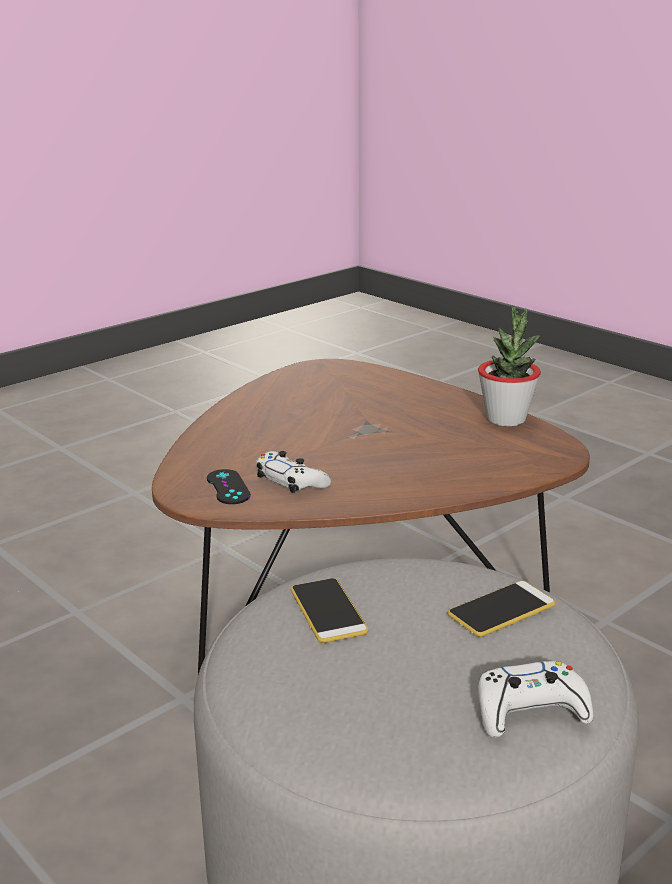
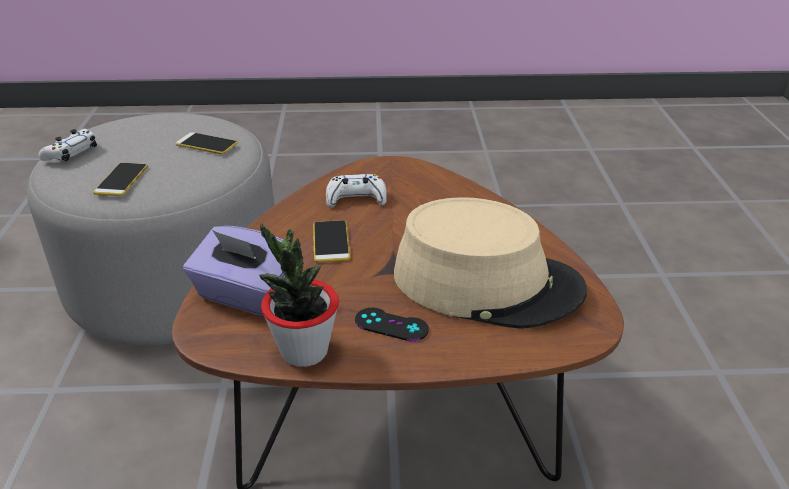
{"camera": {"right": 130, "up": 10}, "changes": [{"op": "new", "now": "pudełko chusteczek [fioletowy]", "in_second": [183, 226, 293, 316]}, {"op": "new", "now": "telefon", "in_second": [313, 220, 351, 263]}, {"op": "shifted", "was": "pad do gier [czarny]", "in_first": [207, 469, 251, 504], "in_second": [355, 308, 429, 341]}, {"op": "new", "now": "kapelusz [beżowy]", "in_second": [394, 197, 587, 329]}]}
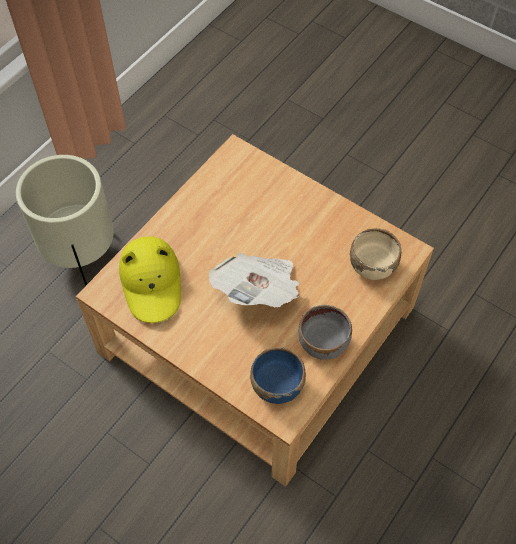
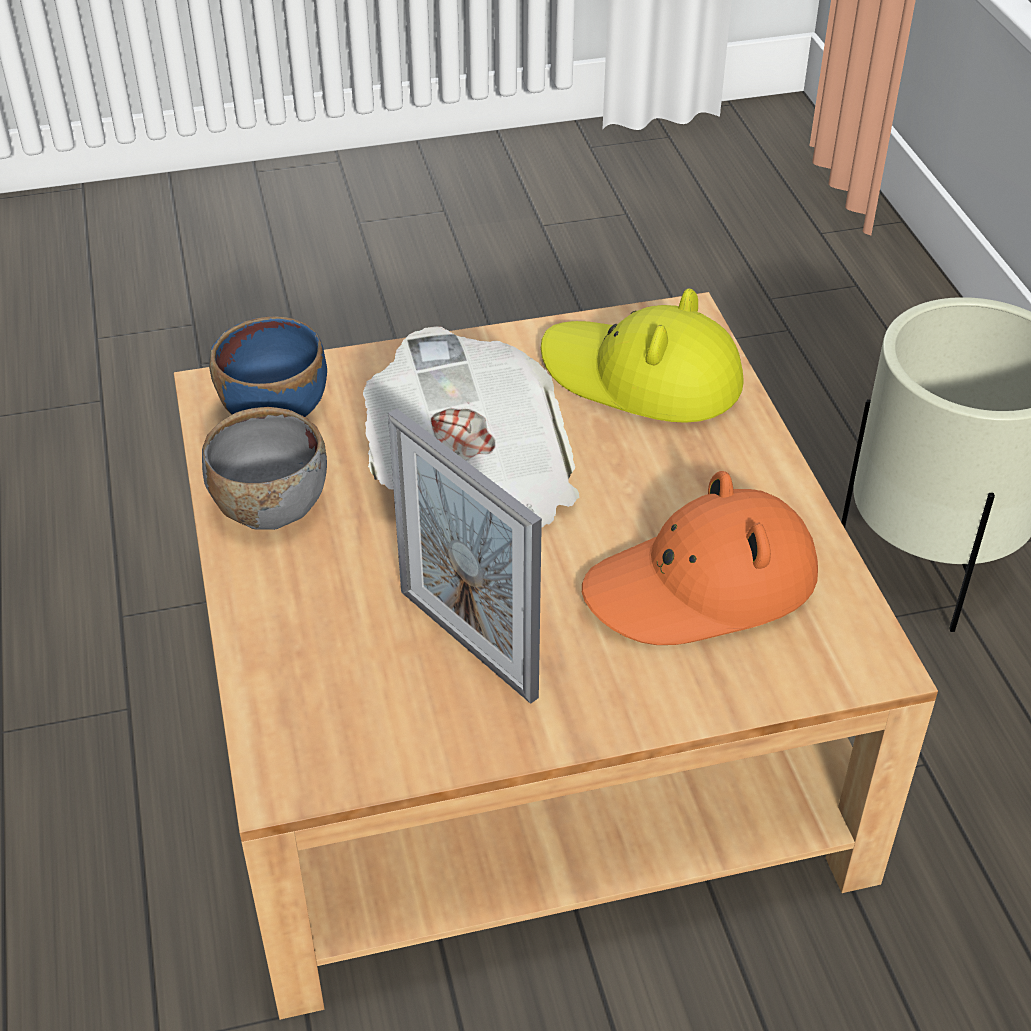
{"camera": {"right": 130, "up": -15}, "changes": [{"op": "new", "now": "ramka na zdjęcie", "in_second": [388, 408, 542, 704]}, {"op": "new", "now": "kapelusz [pomarańczowy]", "in_second": [582, 471, 818, 645]}, {"op": "gone", "was": "miska [beżowy]", "in_first": [350, 228, 401, 280]}]}
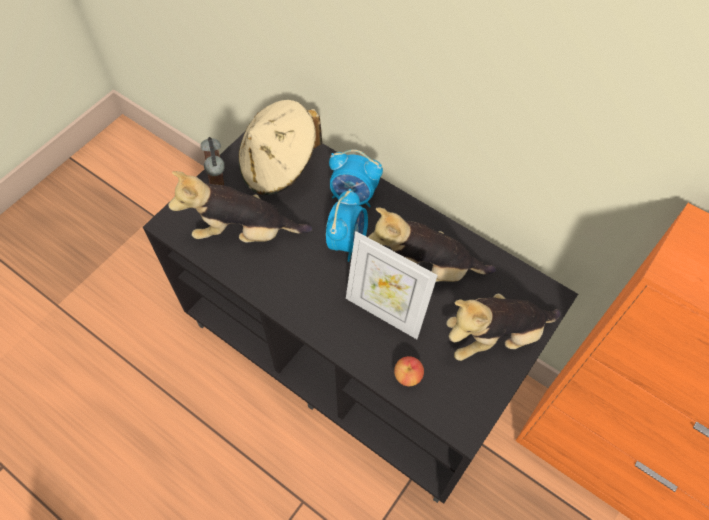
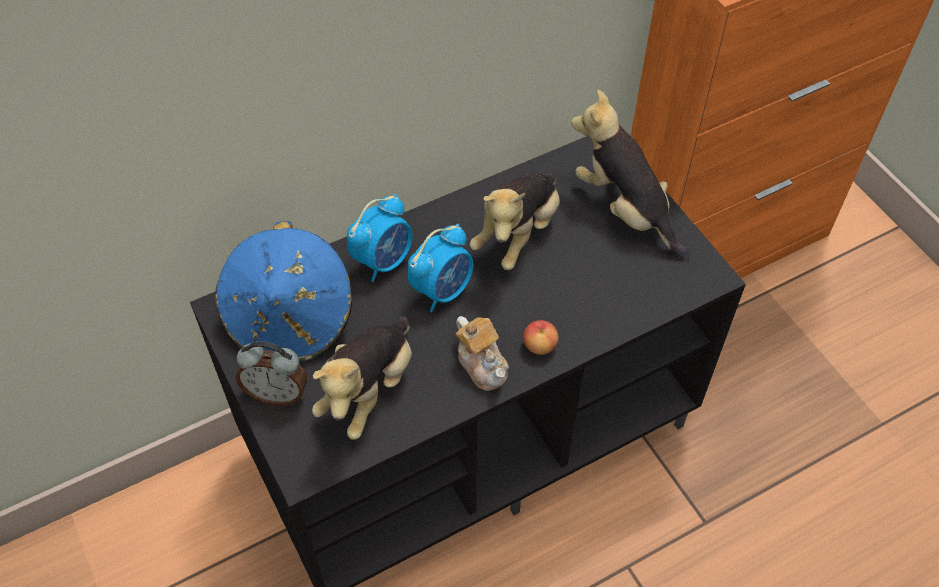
{"camera": {"right": -65, "up": -5}, "changes": [{"op": "repainted", "was": "kapelusz [beżowy]", "now": "kapelusz [niebieski]", "in_first": [239, 100, 322, 195], "in_second": [215, 222, 352, 362]}, {"op": "rotated", "was": "budzik", "in_first": [326, 189, 368, 262], "in_second": [408, 224, 473, 312], "clockwise": 90}, {"op": "new", "now": "imbryk", "in_second": [456, 316, 509, 391]}, {"op": "shifted", "was": "jabłko", "in_first": [394, 356, 424, 386], "in_second": [523, 320, 558, 355]}, {"op": "rotated", "was": "pluszak", "in_first": [446, 294, 560, 361], "in_second": [571, 90, 689, 259], "clockwise": 135}, {"op": "gone", "was": "ramka na zdjęcie", "in_first": [346, 231, 438, 339]}]}
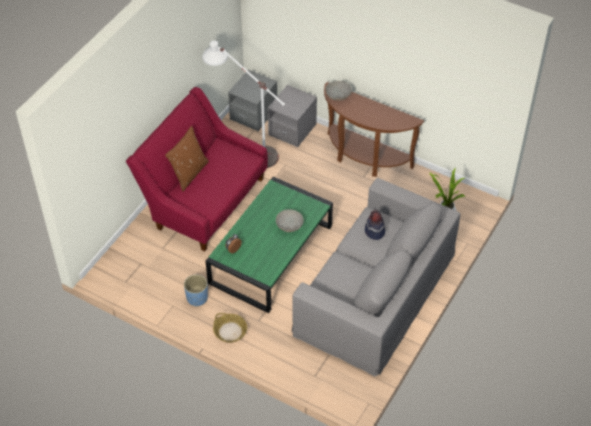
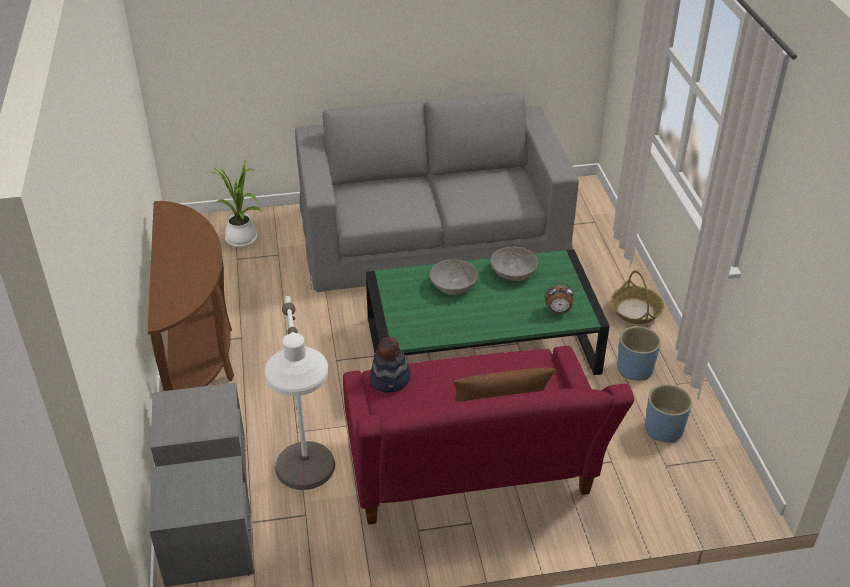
{"camera": {"right": -130, "up": -10}, "changes": [{"op": "shifted", "was": "kapelusz", "in_first": [365, 210, 385, 240], "in_second": [370, 336, 411, 392]}, {"op": "shifted", "was": "miska [szary]", "in_first": [325, 81, 352, 101], "in_second": [491, 246, 538, 281]}, {"op": "new", "now": "donica [niebieski]", "in_second": [645, 384, 692, 443]}]}
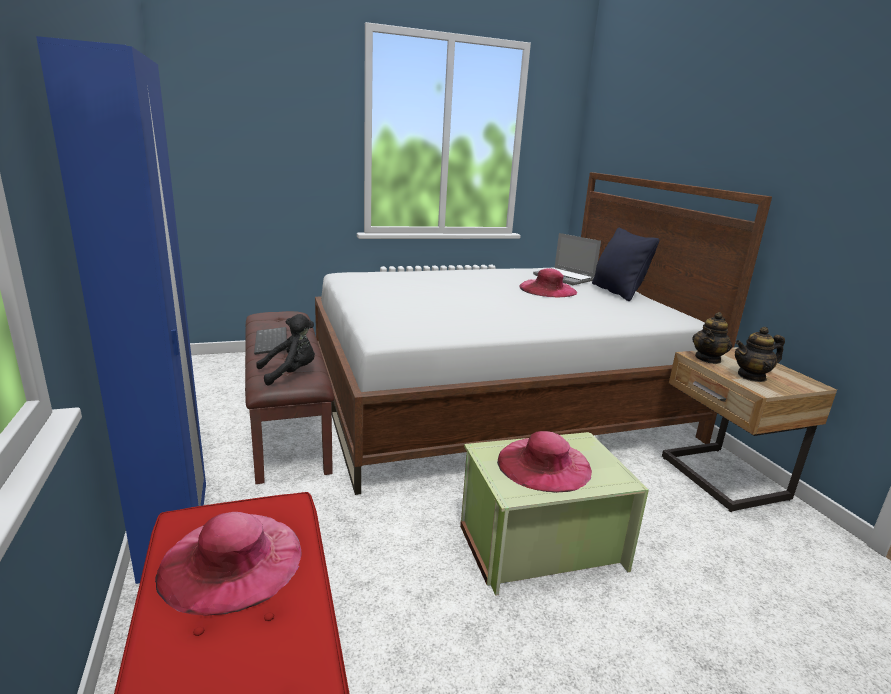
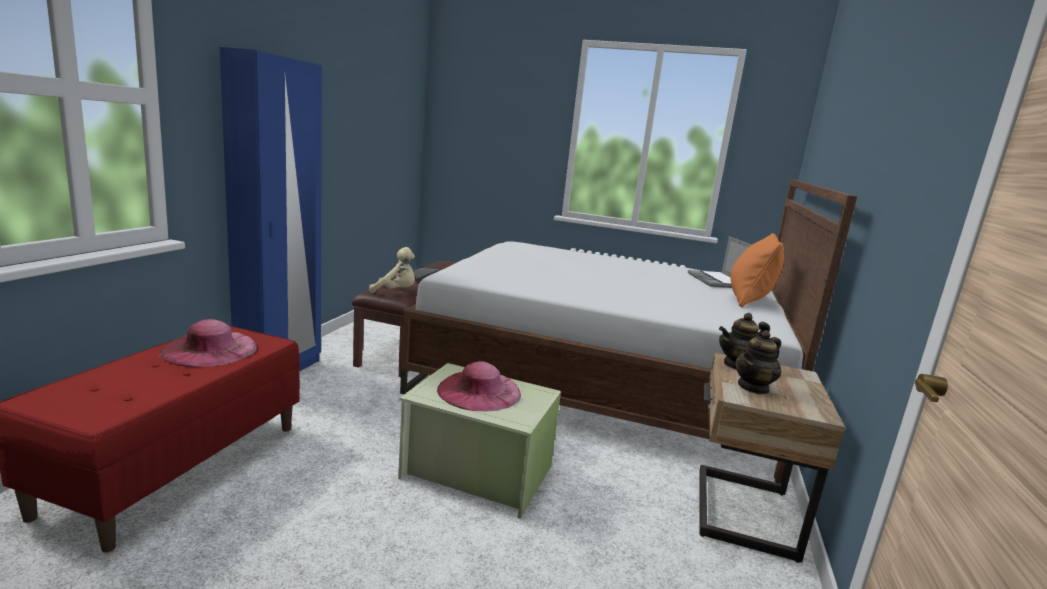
{"camera": {"right": 35, "up": -5}, "changes": [{"op": "repainted", "was": "pluszak [czarny]", "now": "pluszak [beżowy]", "in_first": [256, 314, 315, 386], "in_second": [369, 247, 415, 293]}, {"op": "repainted", "was": "poduszka [czarny]", "now": "poduszka [pomarańczowy]", "in_first": [592, 228, 659, 301], "in_second": [730, 233, 784, 307]}, {"op": "rotated", "was": "imbryk", "in_first": [735, 327, 785, 382], "in_second": [736, 330, 781, 394], "clockwise": -60}, {"op": "gone", "was": "kapelusz [różowy]", "in_first": [519, 268, 577, 297]}]}
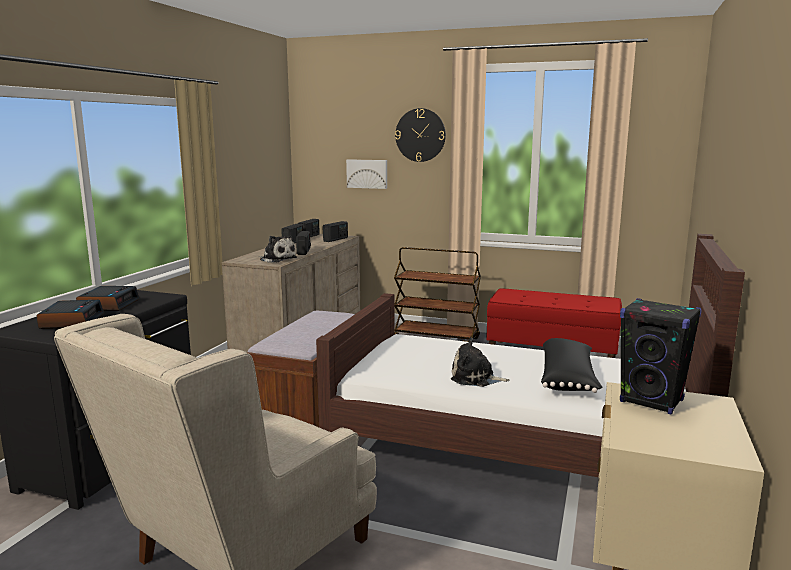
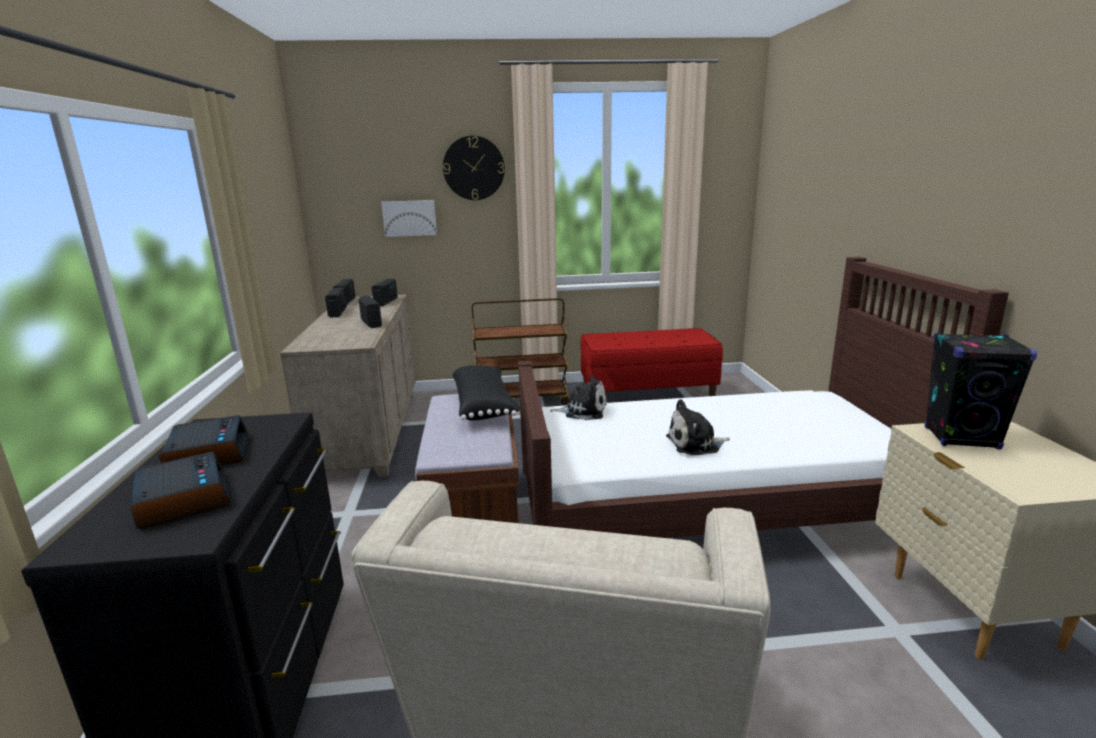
{"camera": {"right": -25, "up": 5}, "changes": [{"op": "shifted", "was": "poduszka [czarny]", "in_first": [541, 338, 602, 393], "in_second": [453, 365, 521, 421]}, {"op": "shifted", "was": "pluszak", "in_first": [260, 236, 297, 263], "in_second": [550, 375, 607, 420]}]}
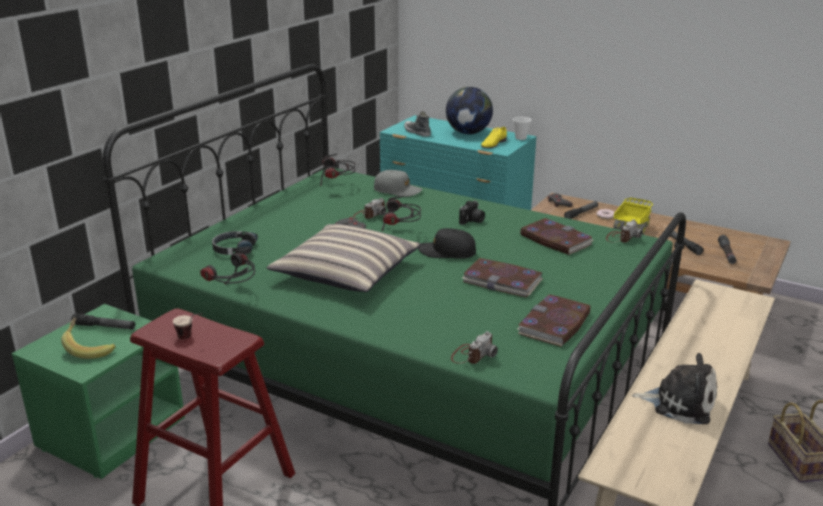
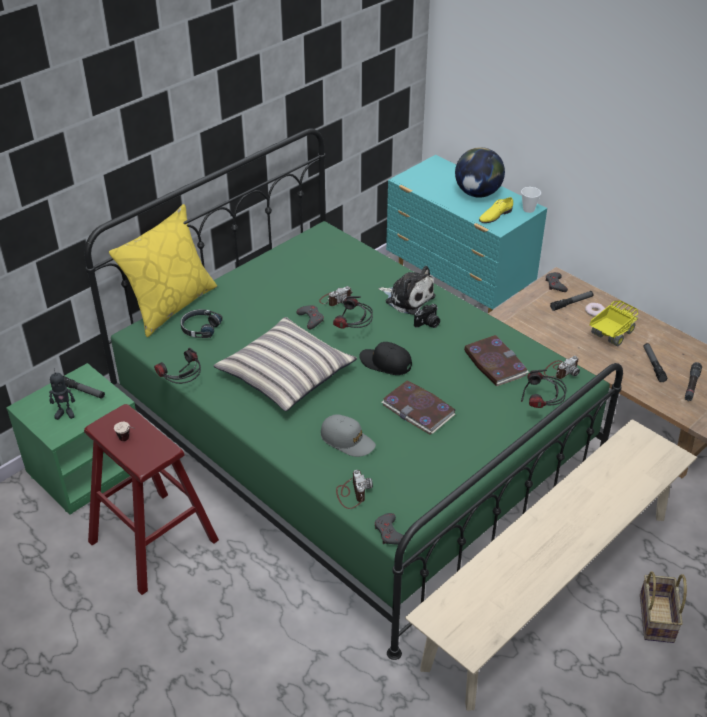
{"camera": {"right": 15, "up": 15}, "changes": [{"op": "swapped", "was": "banan", "now": "robot zabawkowy", "in_first": [61, 317, 116, 359], "in_second": [49, 369, 75, 420]}, {"op": "new", "now": "poduszka [żółty]", "in_second": [109, 204, 217, 337]}, {"op": "shifted", "was": "czapka z daszkiem [szary]", "in_first": [374, 170, 422, 197], "in_second": [321, 414, 376, 457]}, {"op": "rotated", "was": "aparat fotograficzny", "in_first": [451, 331, 498, 364], "in_second": [336, 470, 373, 509], "clockwise": -60}, {"op": "new", "now": "pad do gier [szary]", "in_second": [375, 513, 404, 545]}, {"op": "shifted", "was": "pluszak", "in_first": [632, 353, 717, 424], "in_second": [378, 266, 435, 315]}, {"op": "shifted", "was": "słuchawki", "in_first": [320, 153, 355, 186], "in_second": [521, 369, 567, 408]}, {"op": "gone", "was": "but", "in_first": [404, 111, 431, 137]}, {"op": "gone", "was": "książka", "in_first": [518, 294, 591, 347]}]}
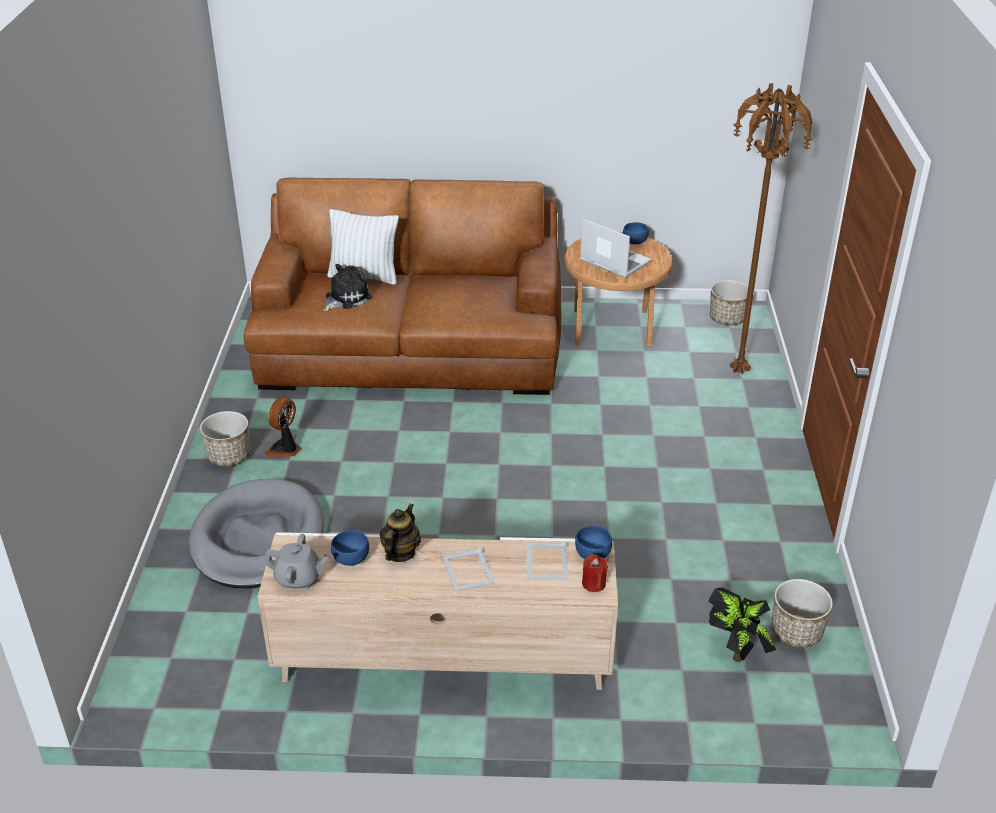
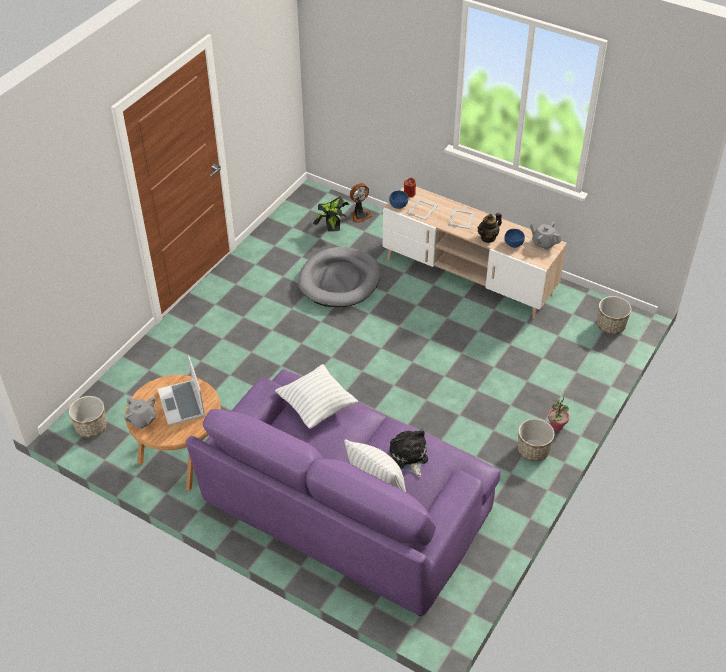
{"camera": {"right": -150, "up": 10}, "changes": [{"op": "swapped", "was": "miska [niebieski]", "now": "imbryk [szary]", "in_first": [623, 222, 649, 244], "in_second": [124, 396, 156, 429]}, {"op": "repainted", "was": "kanapa [brązowy]", "now": "kanapa [fioletowy]", "in_first": [244, 178, 562, 395], "in_second": [186, 369, 500, 616]}, {"op": "new", "now": "poduszka [biały]", "in_second": [275, 364, 358, 429]}, {"op": "shifted", "was": "legowisko [szary]", "in_first": [189, 479, 324, 589], "in_second": [298, 247, 380, 307]}, {"op": "shifted", "was": "wentylator", "in_first": [265, 396, 301, 457], "in_second": [350, 183, 373, 223]}, {"op": "rotated", "was": "pluszak", "in_first": [323, 264, 372, 311], "in_second": [389, 430, 428, 477], "clockwise": 90}, {"op": "new", "now": "roślina doniczkowa", "in_second": [548, 396, 569, 431]}, {"op": "shifted", "was": "donica", "in_first": [772, 579, 833, 647], "in_second": [597, 296, 631, 334]}, {"op": "gone", "was": "lampa stojąca [brązowy]", "in_first": [730, 83, 813, 374]}]}
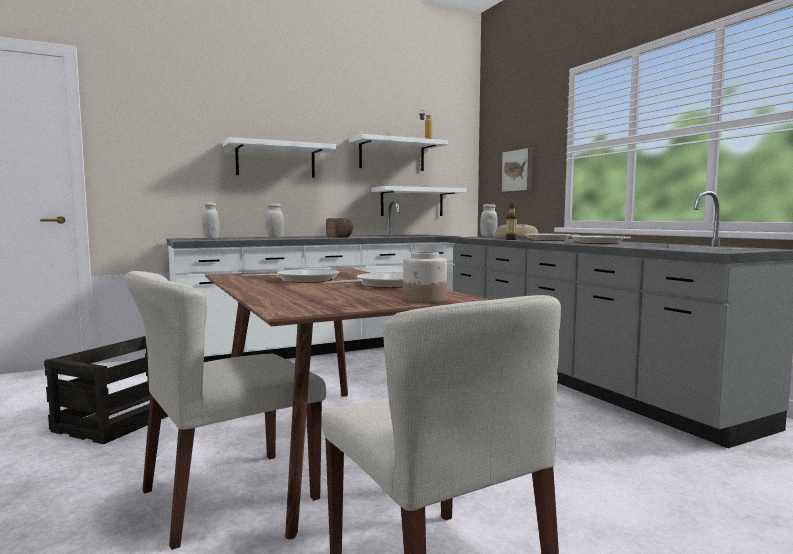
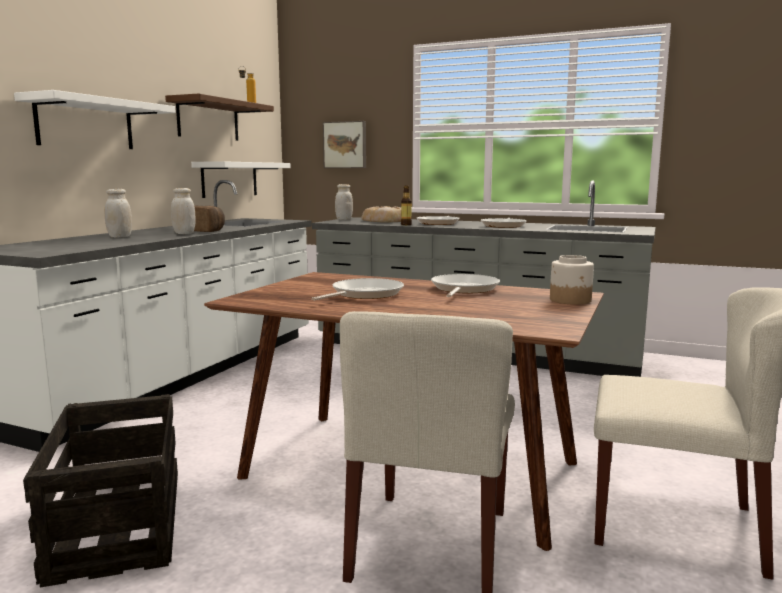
{"camera": {"right": -40, "up": 5}, "changes": [{"op": "repainted", "was": "półka [biały]", "now": "półka [brązowy]", "in_first": [349, 134, 448, 171], "in_second": [165, 94, 274, 141]}, {"op": "shifted", "was": "słoik [biały]", "in_first": [202, 203, 220, 239], "in_second": [171, 188, 196, 234]}]}
